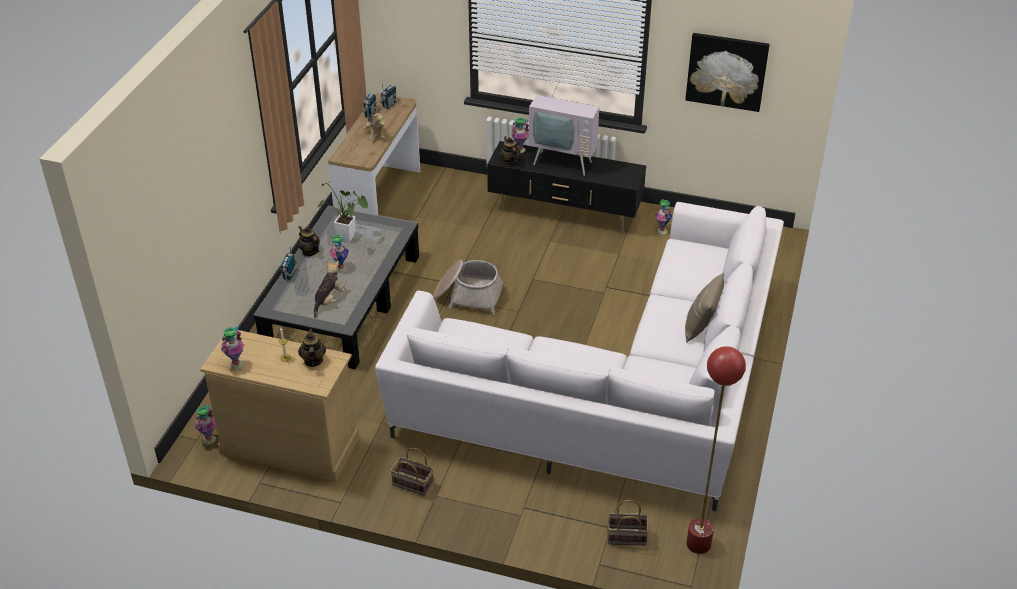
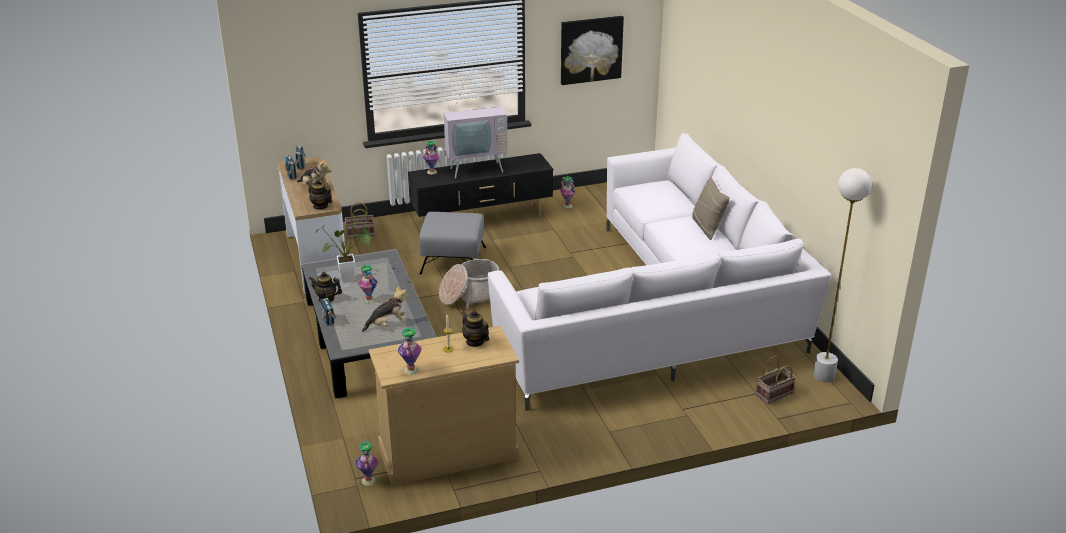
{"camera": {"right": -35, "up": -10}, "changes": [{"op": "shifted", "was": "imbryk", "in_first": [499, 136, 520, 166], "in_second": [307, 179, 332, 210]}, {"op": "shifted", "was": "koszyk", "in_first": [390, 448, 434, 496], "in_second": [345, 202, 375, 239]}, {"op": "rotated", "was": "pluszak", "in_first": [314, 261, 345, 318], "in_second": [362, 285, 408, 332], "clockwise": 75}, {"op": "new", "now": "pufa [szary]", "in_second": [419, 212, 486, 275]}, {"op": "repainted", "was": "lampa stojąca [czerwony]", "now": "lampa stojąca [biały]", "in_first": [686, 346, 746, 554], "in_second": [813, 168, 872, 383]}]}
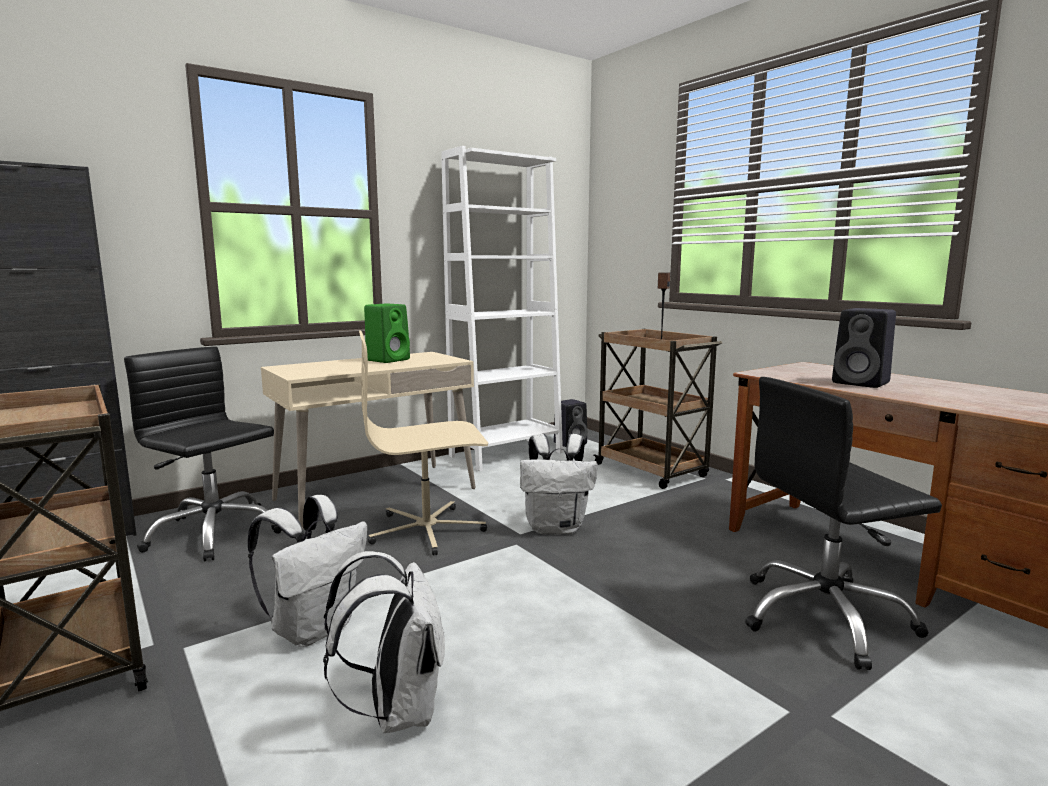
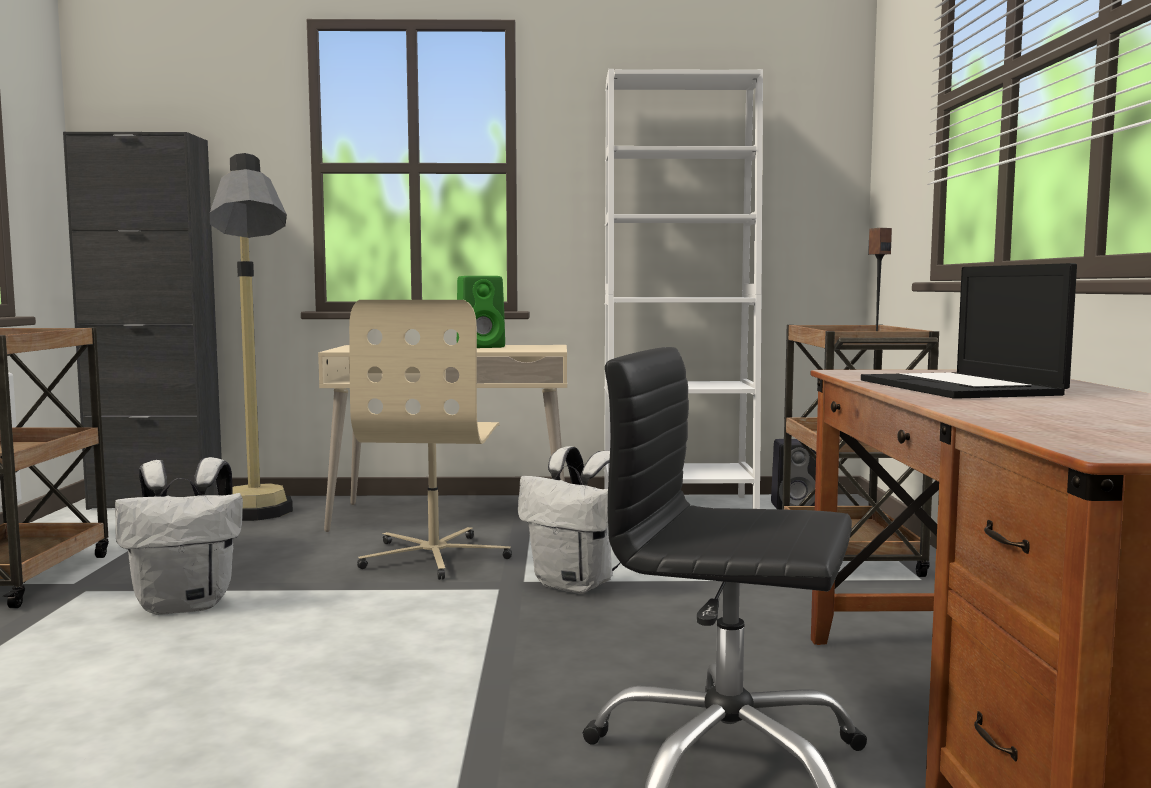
{"camera": {"right": 35, "up": -5}, "changes": [{"op": "swapped", "was": "krzesło biurowe [czarny]", "now": "lampa stojąca", "in_first": [124, 346, 282, 561], "in_second": [210, 153, 293, 521]}, {"op": "rotated", "was": "krzesło biurowe [beżowy]", "in_first": [359, 330, 488, 556], "in_second": [349, 300, 512, 580], "clockwise": -105}, {"op": "swapped", "was": "głośnik [czarny]", "now": "laptop", "in_first": [832, 308, 896, 388], "in_second": [861, 263, 1077, 399]}, {"op": "gone", "was": "plecak [biały]", "in_first": [323, 551, 445, 733]}]}
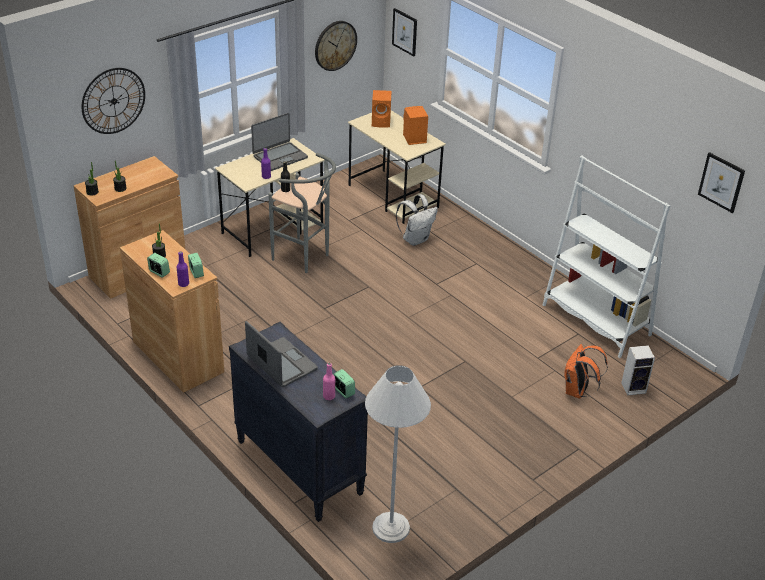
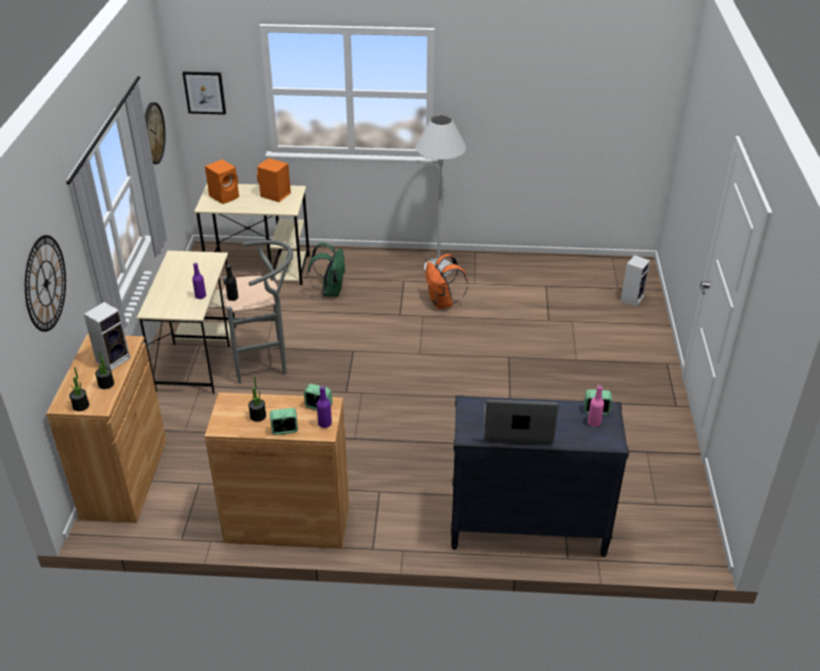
{"camera": {"right": -45, "up": 0}, "changes": [{"op": "new", "now": "głośnik", "in_second": [84, 302, 130, 370]}, {"op": "repainted", "was": "plecak [biały]", "now": "plecak [zielony]", "in_first": [396, 194, 438, 246], "in_second": [307, 243, 346, 297]}, {"op": "shifted", "was": "lampa stojąca [biały]", "in_first": [365, 365, 431, 543], "in_second": [416, 115, 466, 276]}, {"op": "shifted", "was": "plecak [pomarańczowy]", "in_first": [564, 344, 608, 398], "in_second": [426, 254, 468, 309]}, {"op": "gone", "was": "laptop", "in_first": [251, 113, 308, 171]}, {"op": "gone", "was": "regał [biały]", "in_first": [543, 155, 670, 358]}, {"op": "gone", "was": "obraz", "in_first": [698, 152, 745, 213]}]}
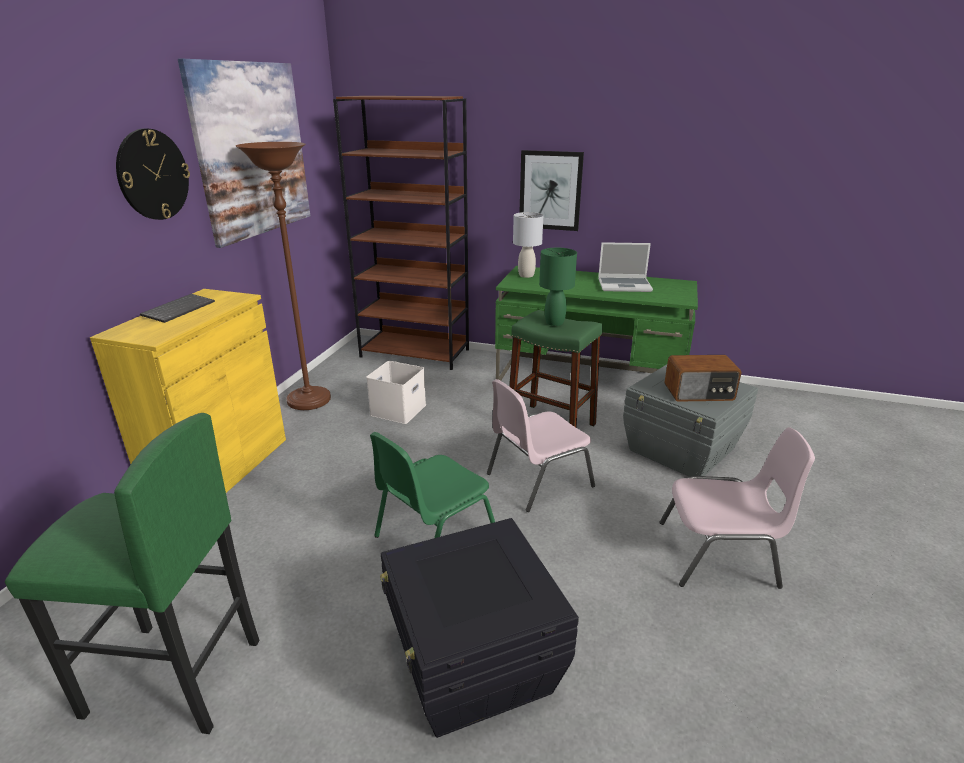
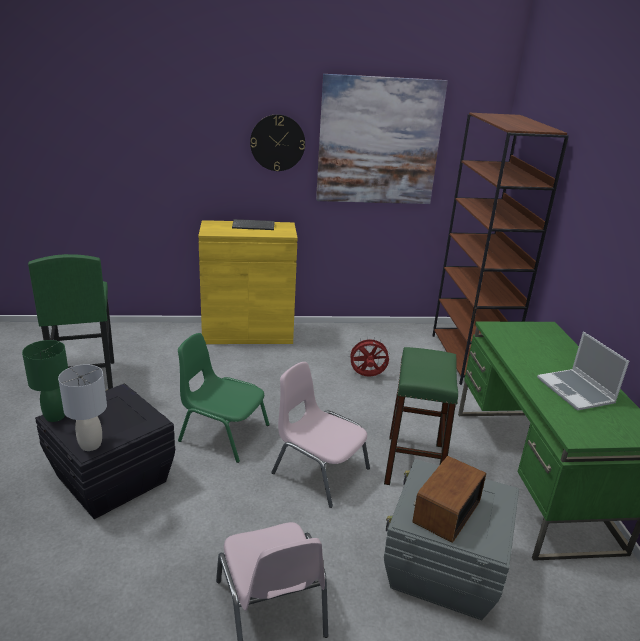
{"camera": {"right": 65, "up": 0}, "changes": [{"op": "shifted", "was": "lampa stołowa [zielony]", "in_first": [539, 248, 577, 326], "in_second": [22, 340, 68, 422]}, {"op": "shifted", "was": "lampa stołowa [szary]", "in_first": [513, 212, 543, 278], "in_second": [58, 364, 107, 451]}, {"op": "swapped", "was": "pojemnik do przechowywania [biały]", "now": "wentylator [czerwony]", "in_first": [366, 361, 426, 424], "in_second": [348, 337, 391, 377]}, {"op": "rotated", "was": "radio", "in_first": [664, 355, 742, 402], "in_second": [413, 456, 486, 543], "clockwise": 60}, {"op": "gone", "was": "lampa stojąca [brązowy]", "in_first": [236, 142, 331, 410]}, {"op": "gone", "was": "obraz", "in_first": [519, 150, 584, 231]}]}
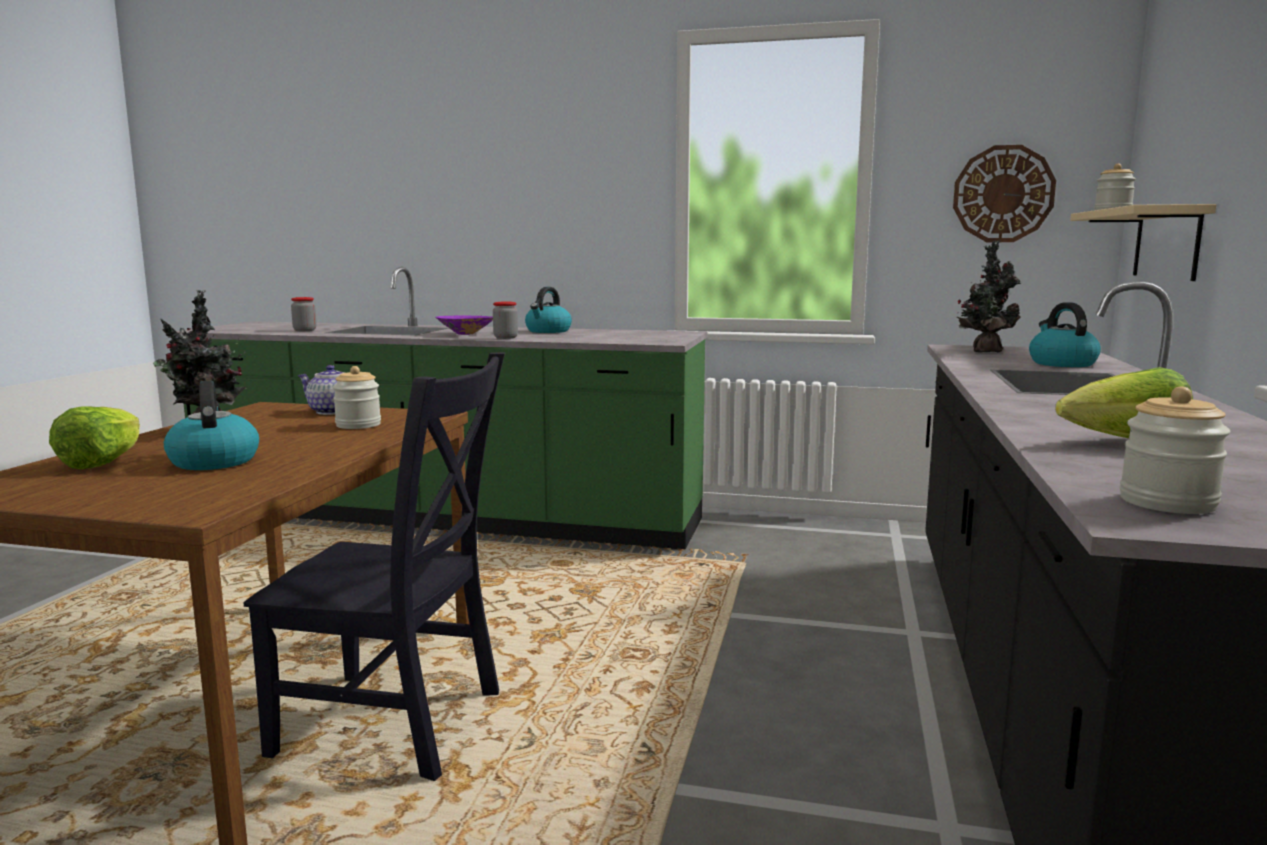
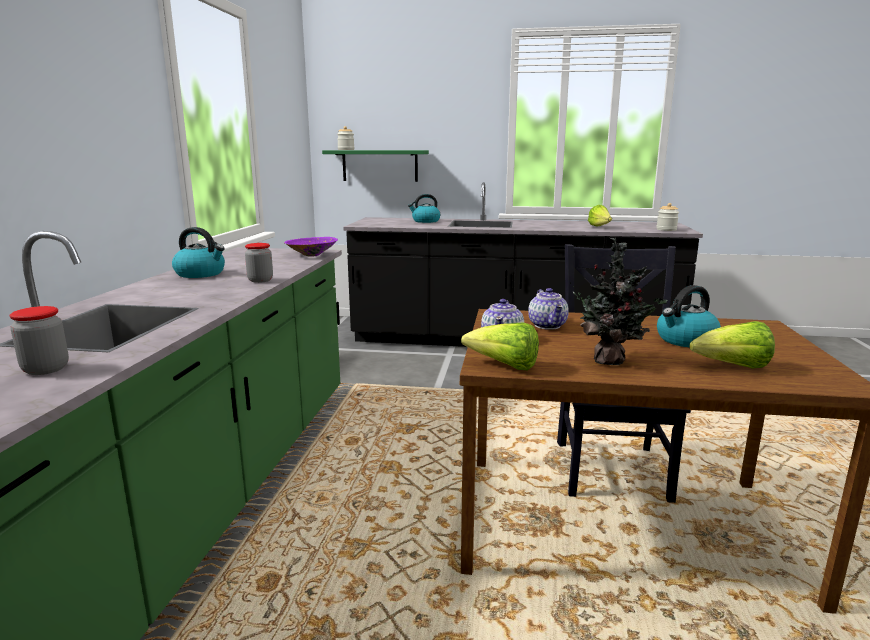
{"camera": {"right": -95, "up": 5}, "changes": [{"op": "shifted", "was": "miska [fioletowy]", "in_first": [435, 315, 493, 335], "in_second": [284, 237, 338, 257]}, {"op": "repainted", "was": "półka [beżowy]", "now": "półka [zielony]", "in_first": [1070, 204, 1216, 281], "in_second": [322, 150, 429, 182]}, {"op": "new", "now": "sałata", "in_second": [461, 322, 539, 370]}, {"op": "swapped", "was": "słoik", "now": "imbryk", "in_first": [333, 366, 381, 429], "in_second": [528, 288, 569, 330]}, {"op": "gone", "was": "zegar ścienny", "in_first": [953, 145, 1056, 242]}, {"op": "gone", "was": "roślina doniczkowa", "in_first": [956, 240, 1021, 353]}]}
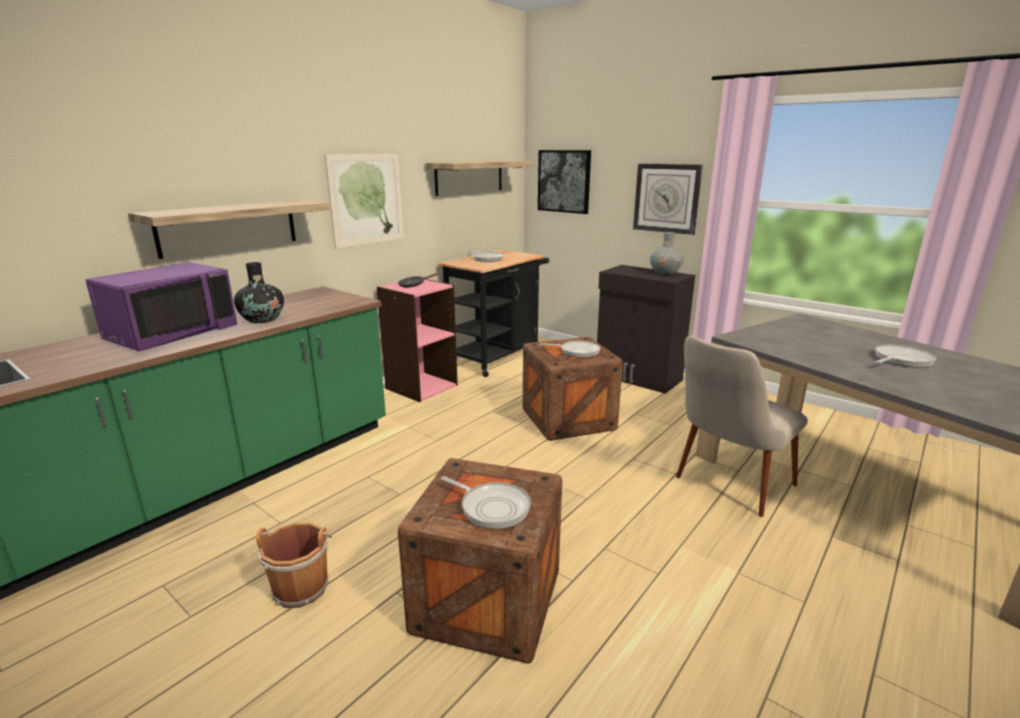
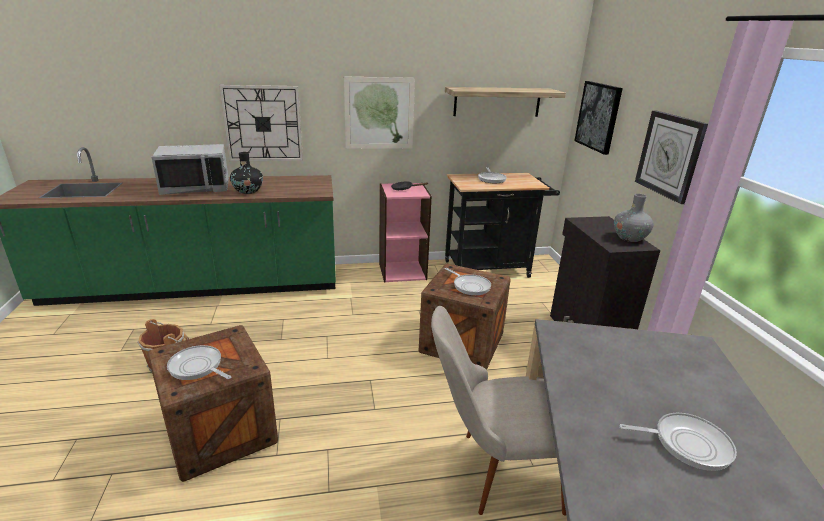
{"camera": {"right": 40, "up": 5}, "changes": [{"op": "repainted", "was": "mikrofalówka [fioletowy]", "now": "mikrofalówka [szary]", "in_first": [86, 262, 238, 352], "in_second": [152, 144, 229, 195]}, {"op": "rotated", "was": "patelnia", "in_first": [441, 476, 531, 529], "in_second": [167, 345, 232, 380], "clockwise": 135}, {"op": "swapped", "was": "półka", "now": "zegar ścienny", "in_first": [128, 200, 332, 259], "in_second": [219, 85, 303, 162]}]}
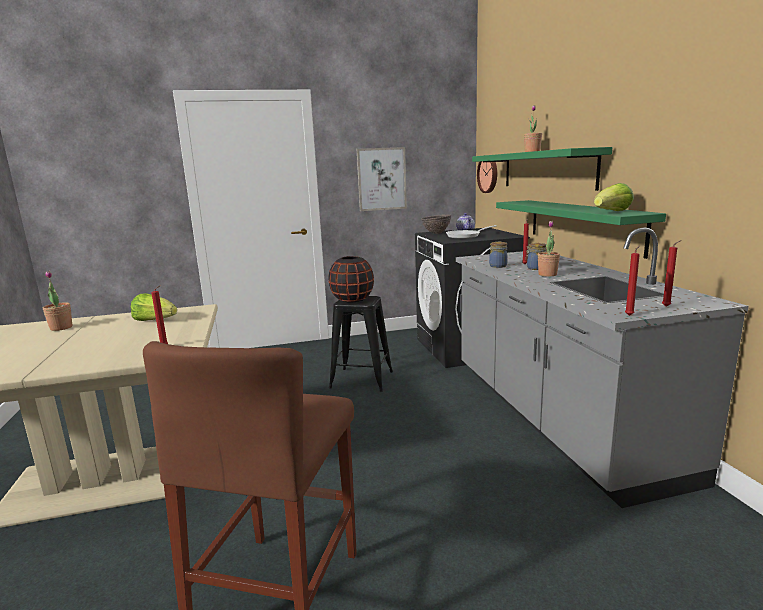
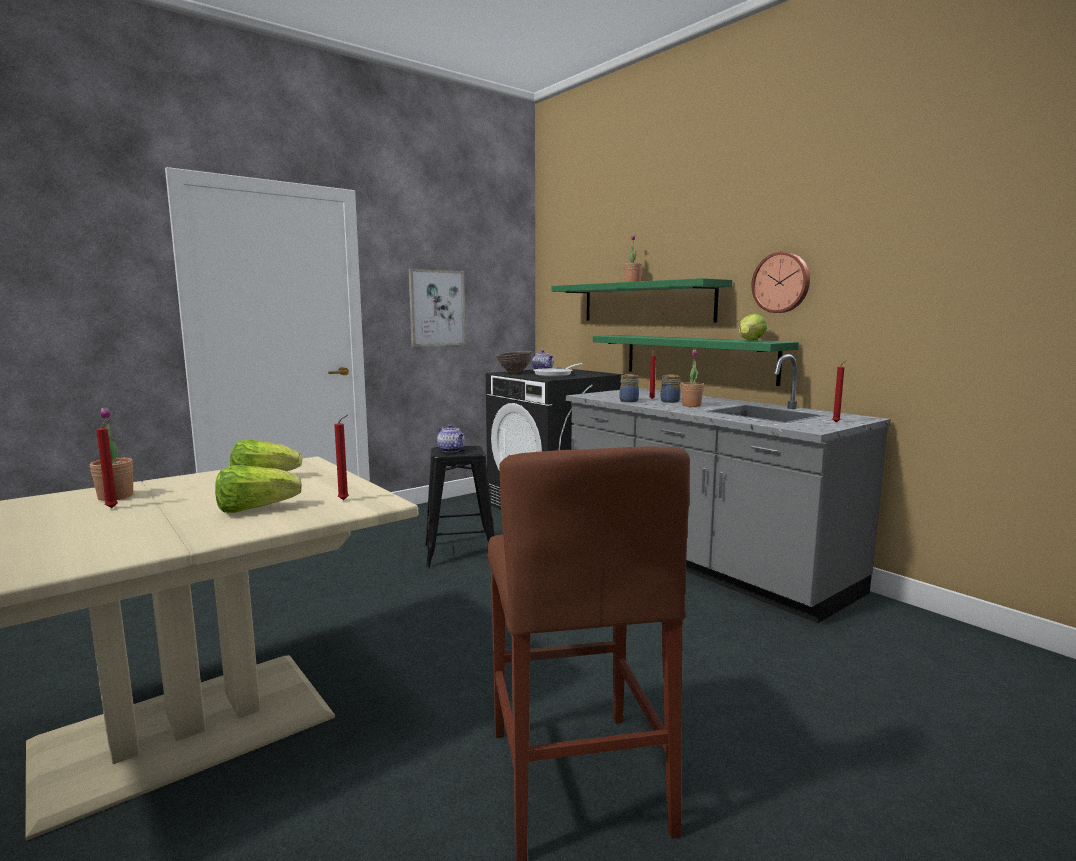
{"camera": {"right": -25, "up": -5}, "changes": [{"op": "shifted", "was": "świeca [czerwony]", "in_first": [625, 246, 640, 316], "in_second": [96, 418, 118, 508]}, {"op": "new", "now": "sałata", "in_second": [215, 465, 302, 513]}, {"op": "swapped", "was": "wazon [czarny]", "now": "imbryk", "in_first": [328, 256, 374, 302], "in_second": [437, 424, 465, 452]}, {"op": "shifted", "was": "zegar ścienny", "in_first": [477, 161, 497, 193], "in_second": [751, 252, 810, 313]}]}
